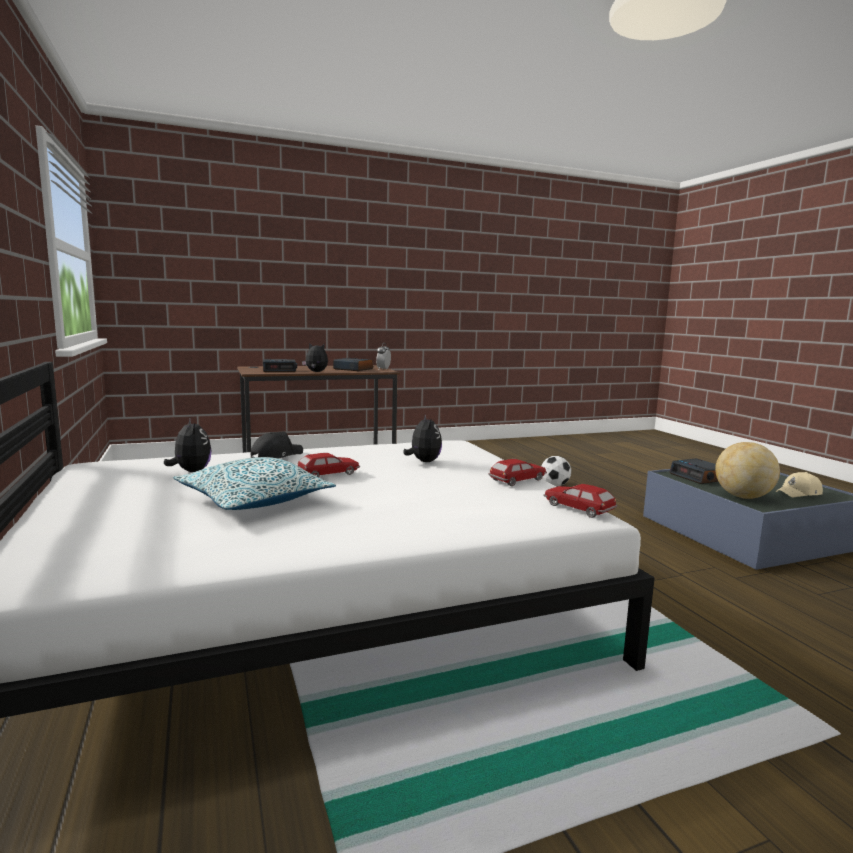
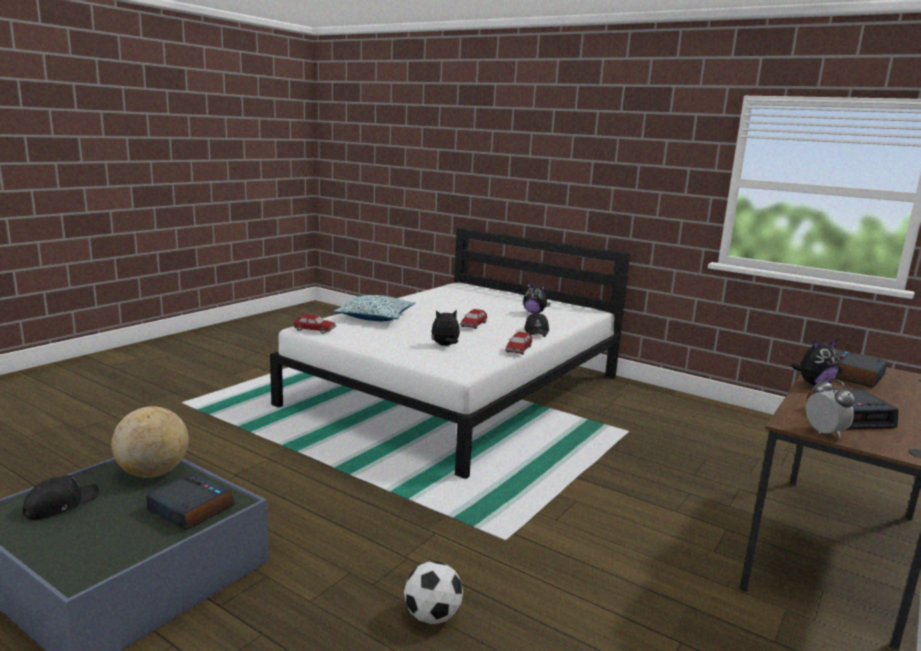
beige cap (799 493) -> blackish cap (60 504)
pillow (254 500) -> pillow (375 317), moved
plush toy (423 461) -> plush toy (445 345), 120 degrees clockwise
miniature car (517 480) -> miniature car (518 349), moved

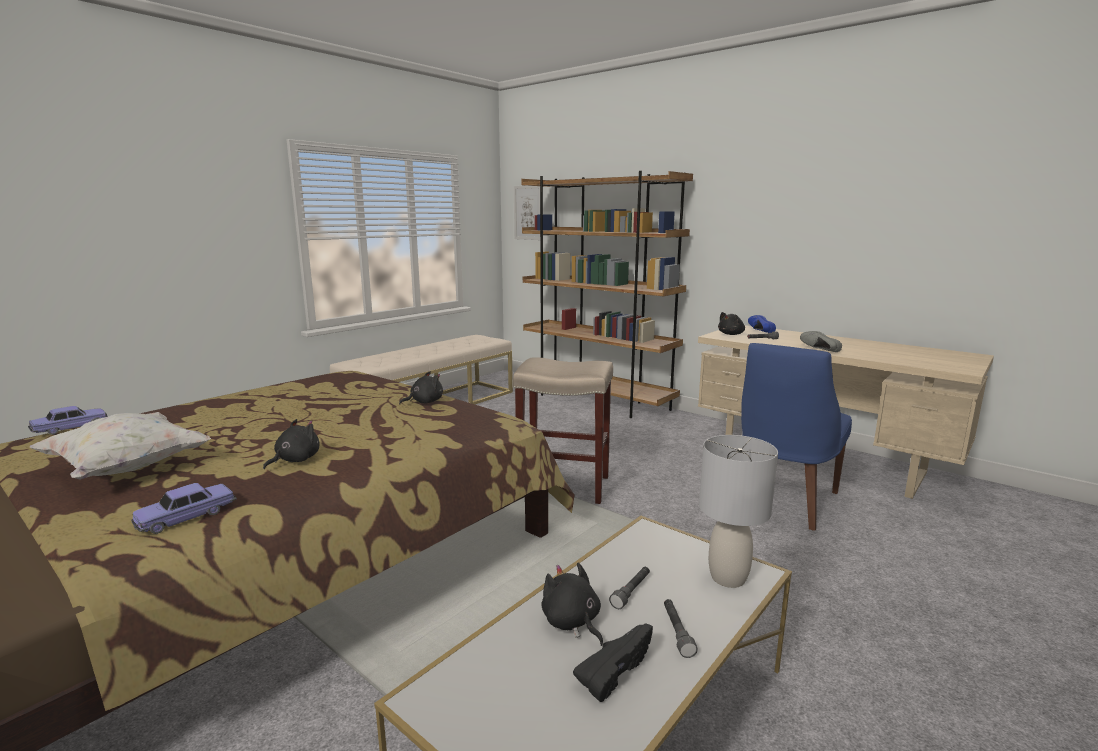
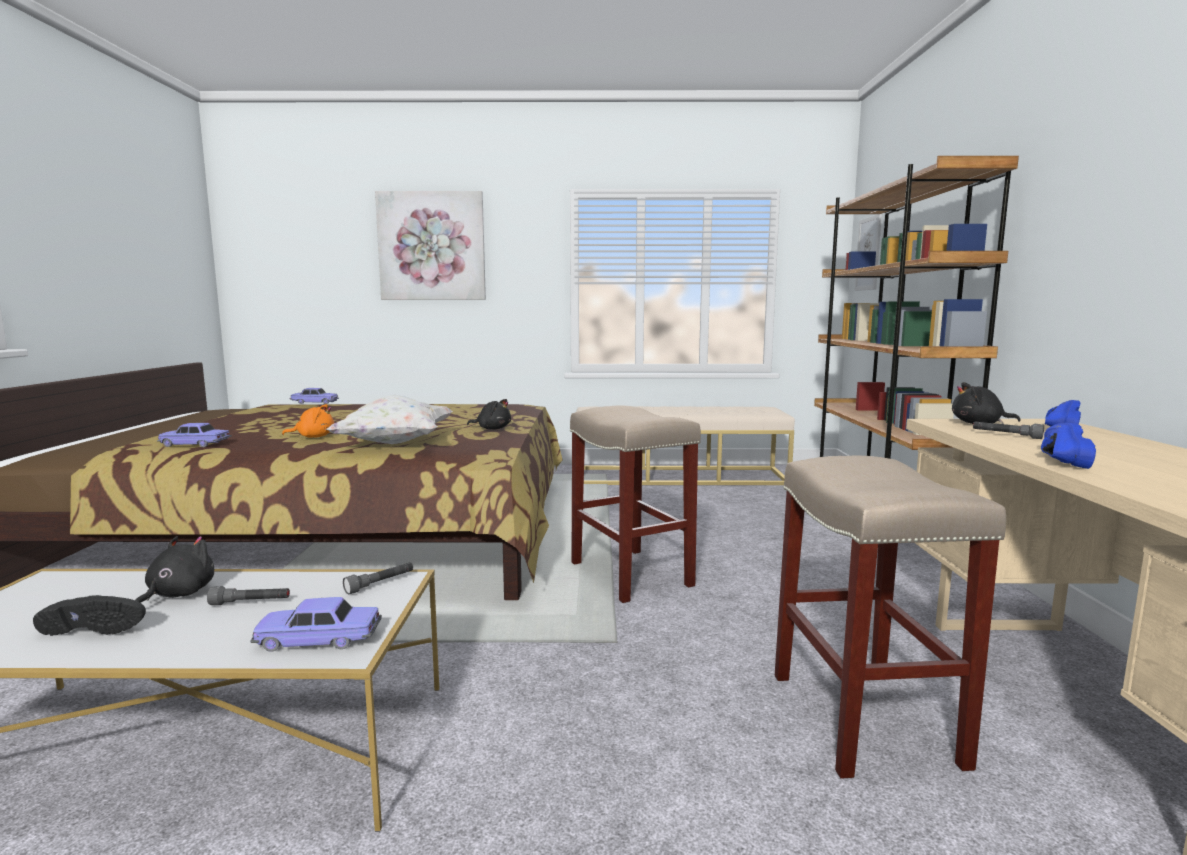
greyish tabletop lamp (728 578) -> miniature car (318 640)
blackish plush toy (295 460) -> orange-coloured plush toy (313 437)
white-coloured pillow (129 468) -> white-coloured pillow (395 443), moved
greyish hand torch (677 632) -> greyish hand torch (380 584), moved
none -> wall art (432 246)
blue plain chair (782 502) -> beige stool seat (860 716)
greyish shoe (817 349) -> blue shoe (1056 459)

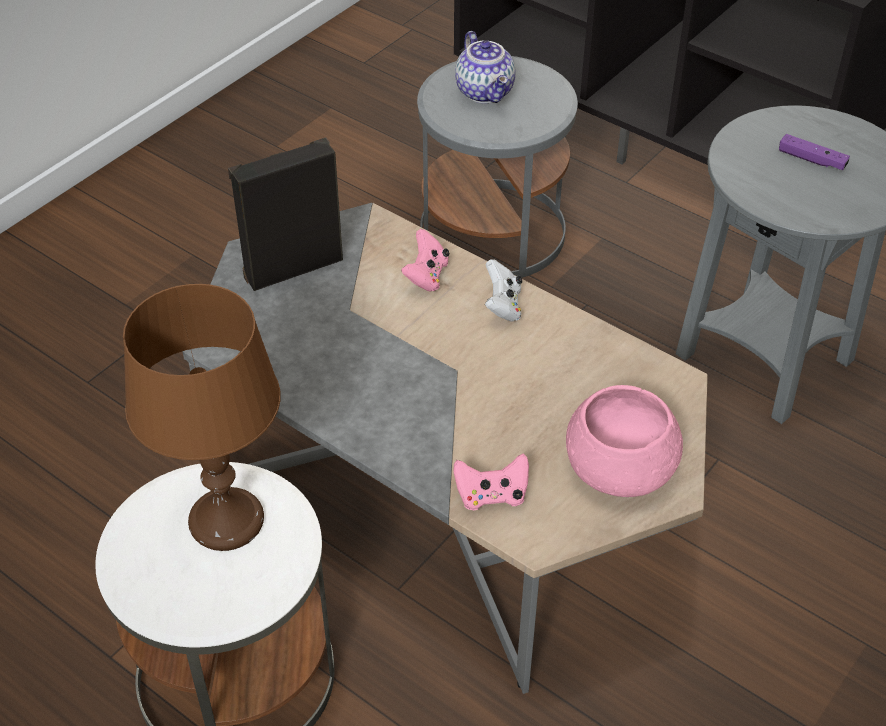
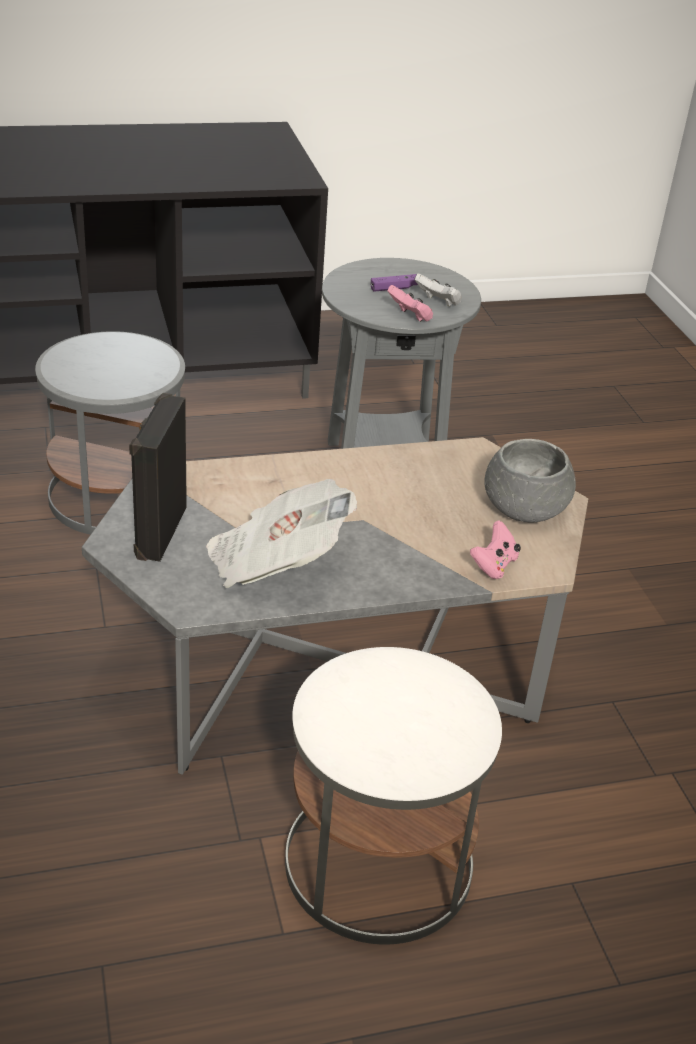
none -> printed paper (276 563)
pink gamepad (426 276) -> pink gamepad (410 317), moved
white-coloured gamepad (503 306) -> white-coloured gamepad (438 302), moved
pink serving bowl (620 469) -> greyish serving bowl (526 507)
brownish tabletop lamp (225 521) -> none
tea pot (486 92) -> none

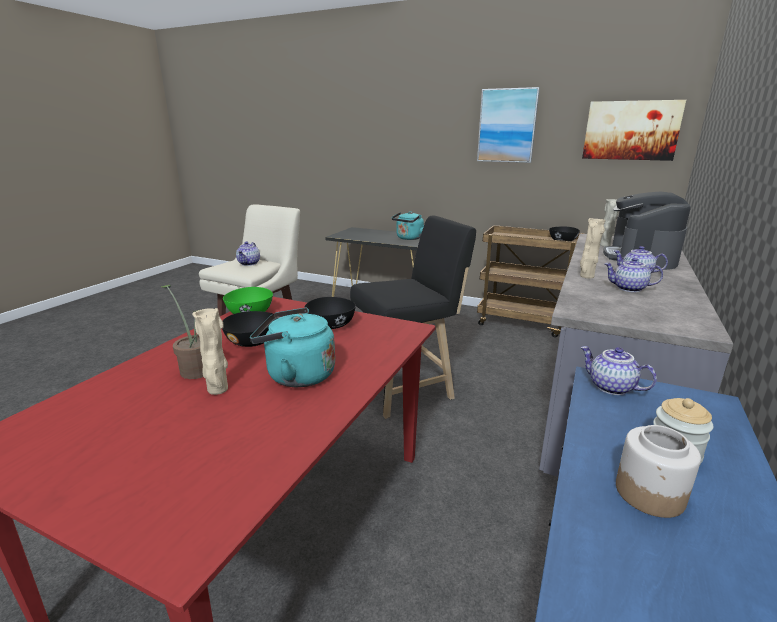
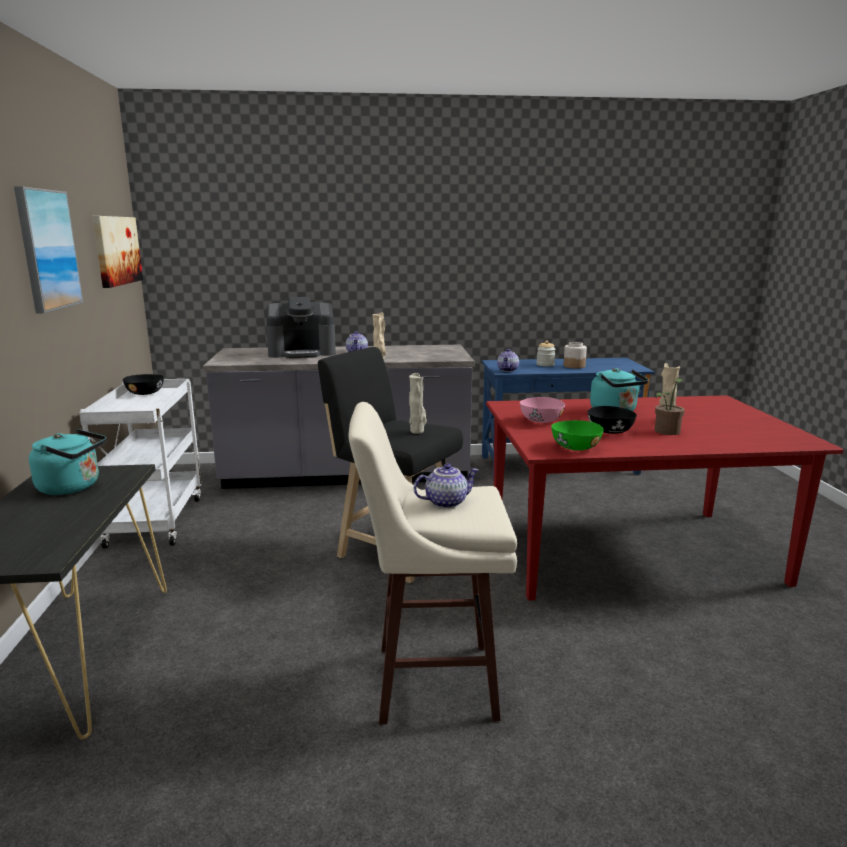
brownish wheeled cart (524 323) -> white-coloured wheeled cart (155 520)
beige vase (605 245) -> beige vase (417 432), moved
blackish serving bowl (331 325) -> pink serving bowl (541 420)
tea pot (628 289) -> none

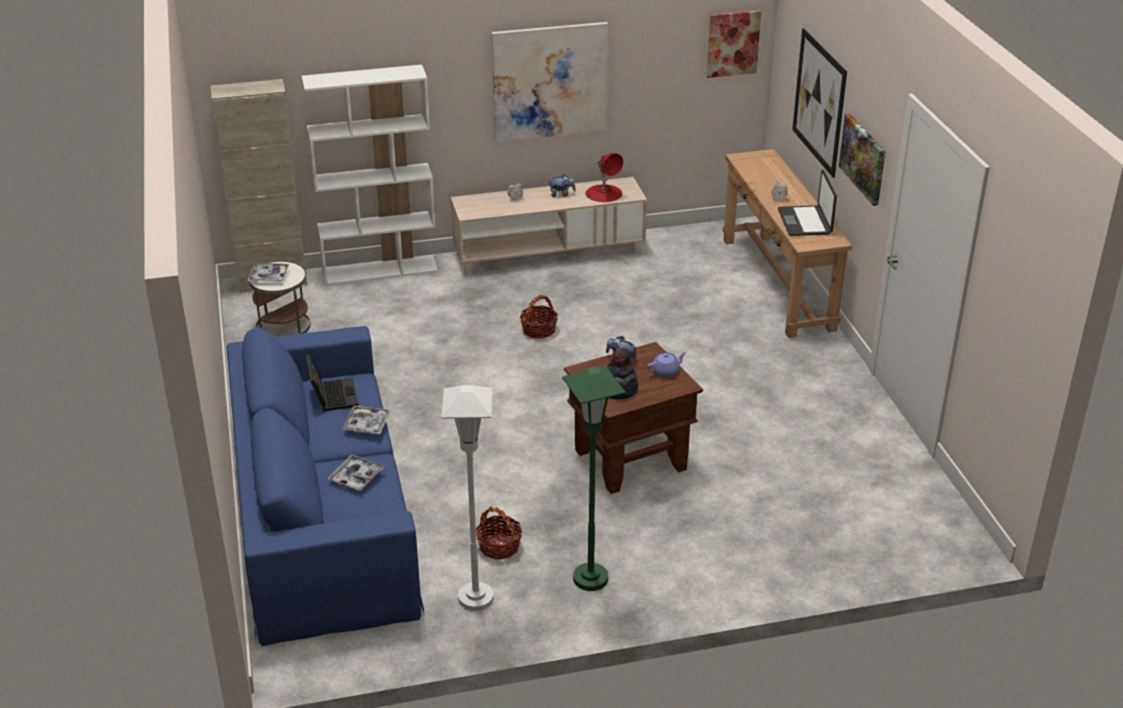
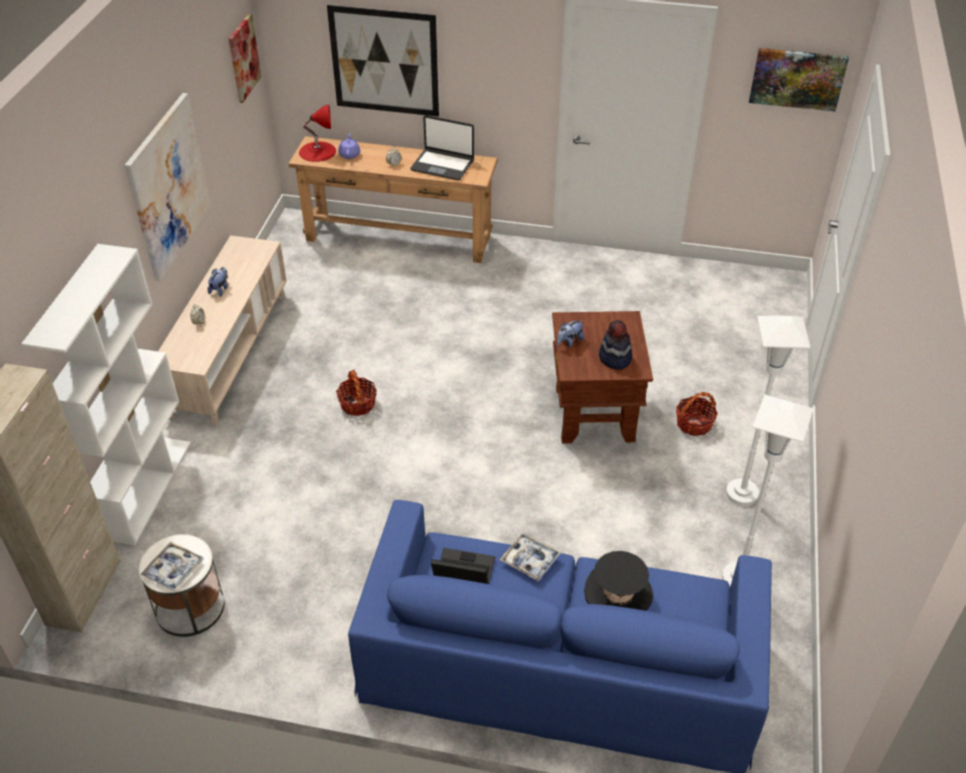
red tabletop lamp (604 193) -> red tabletop lamp (317 151), moved
purple tea pot (666 371) -> purple tea pot (349 154), moved
carrying tray (356 477) -> blackish hat (618 593)
household basket (499 546) -> household basket (694 424), moved
green-coloured standard lamp (590 579) -> white-coloured standard lamp (741 494)
wall art (863 158) -> wall art (797 78), moved

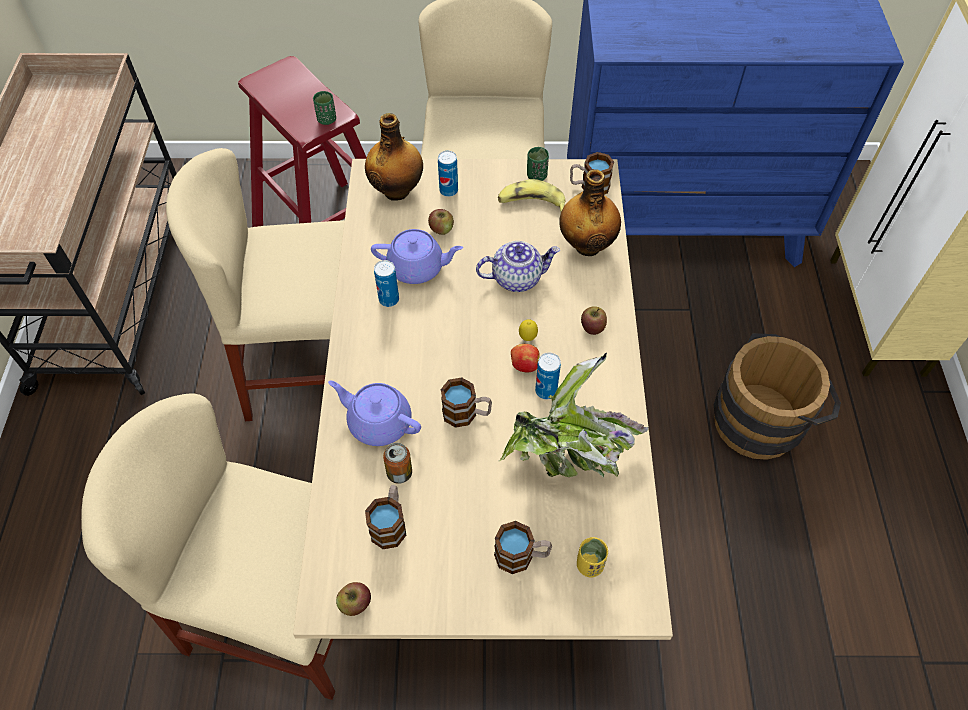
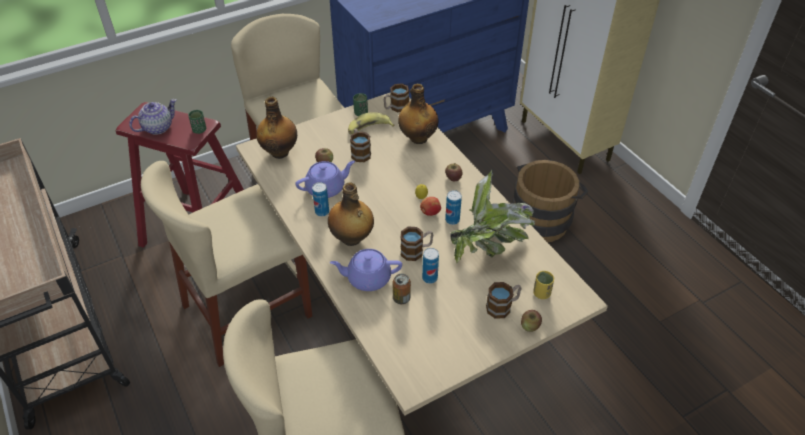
tea pot (517 278) -> tea pot (158 127), moved
none -> bottle (351 238)
coffee mug (390 523) -> coffee mug (359 152), moved
metal can (448 191) -> metal can (429 278), moved
apple (355 603) -> apple (530 326), moved

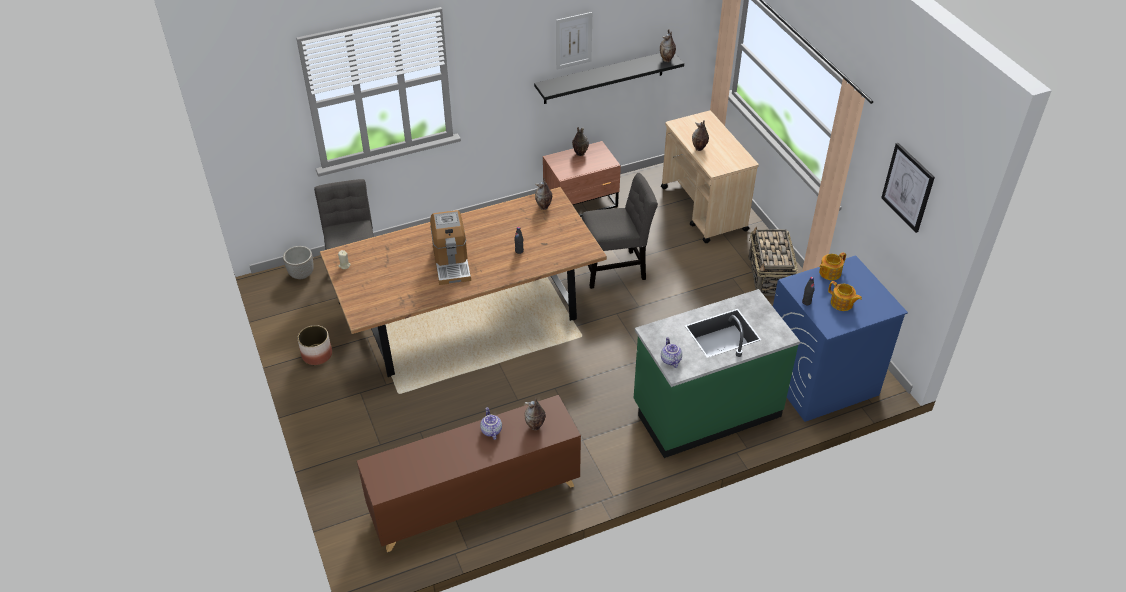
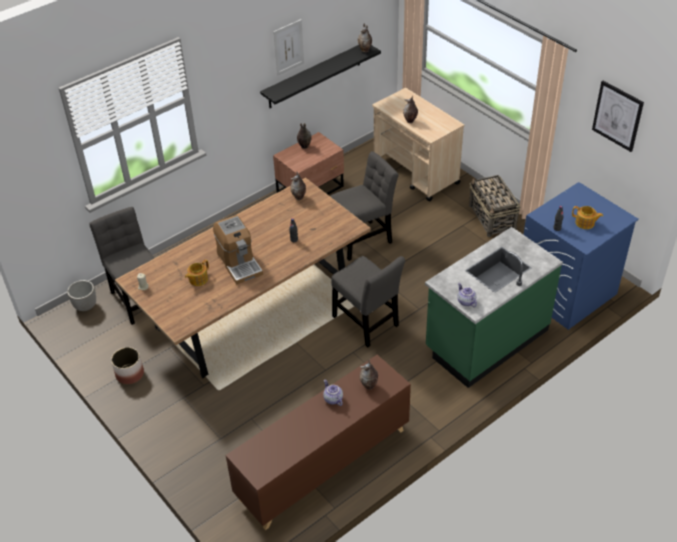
tea pot (829 273) -> tea pot (198 279), moved
none -> greyish plain chair (367 323)

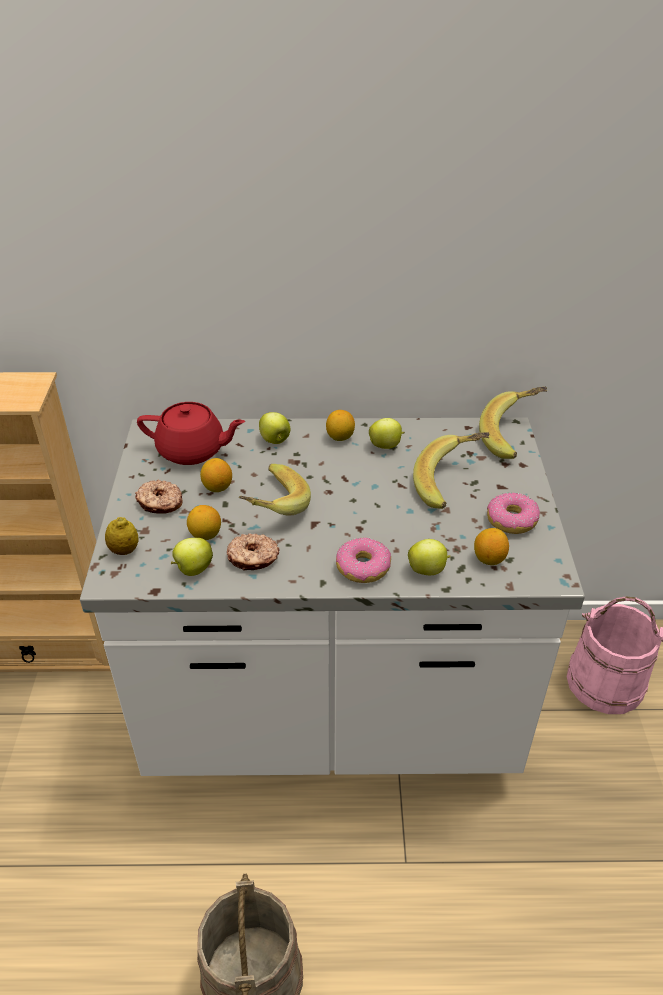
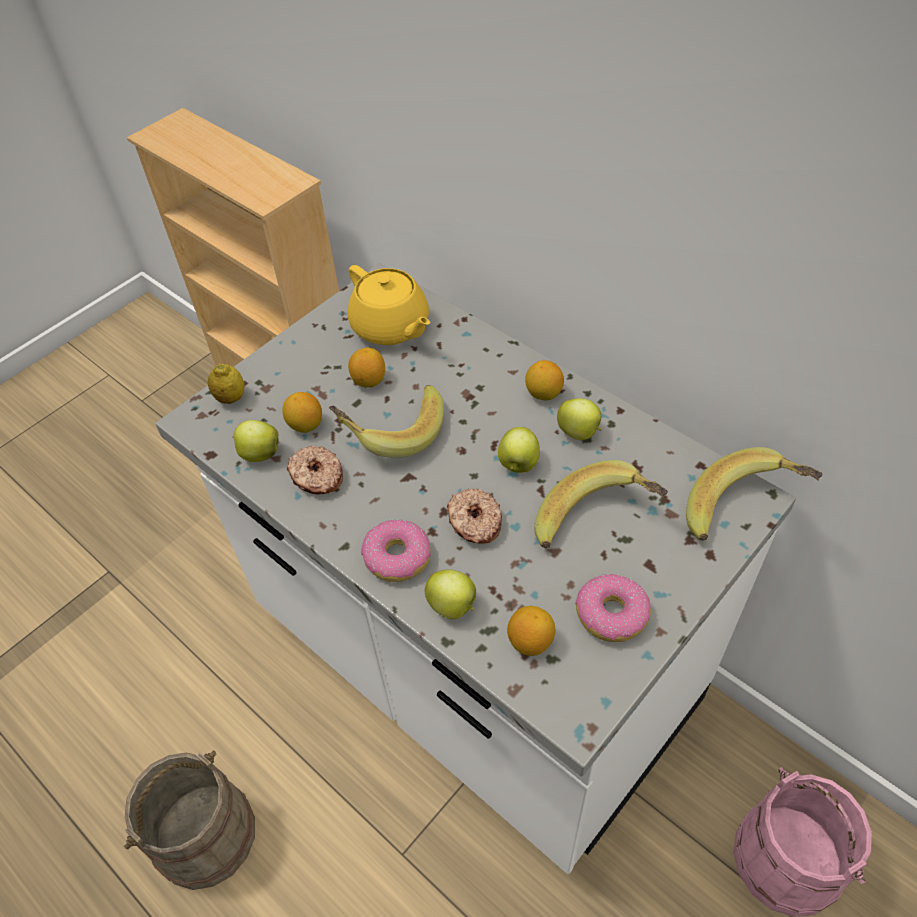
red tea pot (192 451) -> yellow tea pot (391 327)
donut (160 503) -> donut (474 522), moved
apple (275 440) -> apple (518 464), moved

